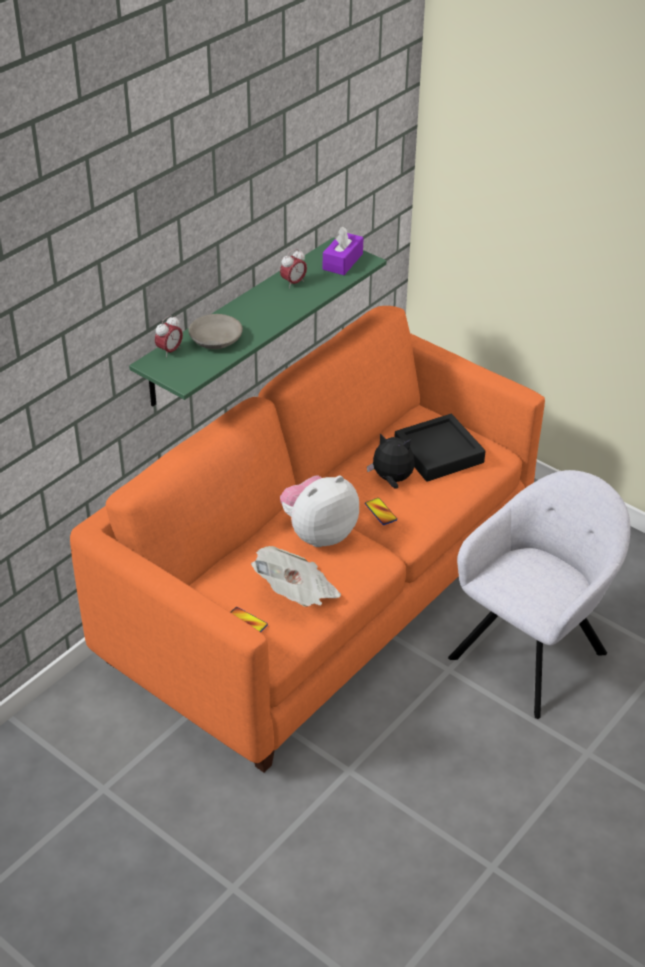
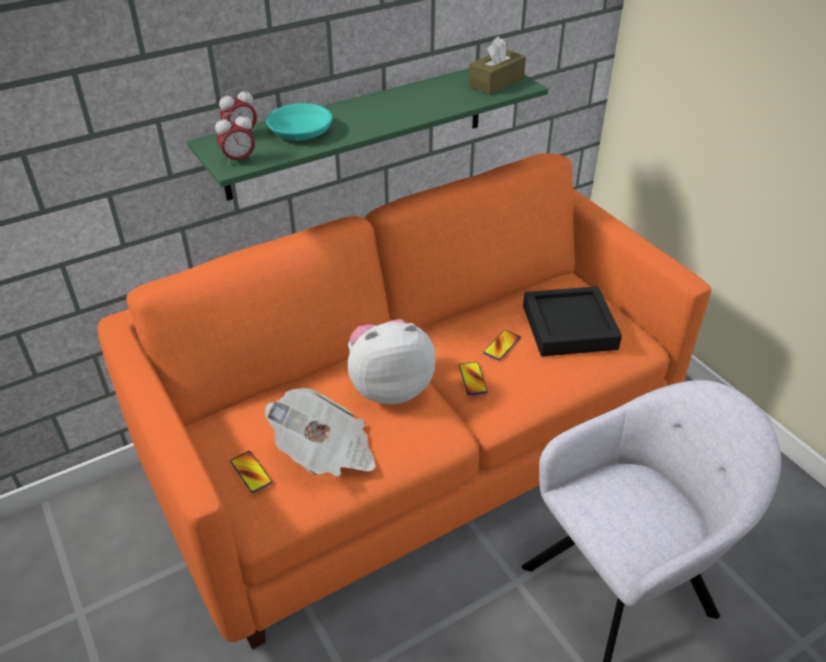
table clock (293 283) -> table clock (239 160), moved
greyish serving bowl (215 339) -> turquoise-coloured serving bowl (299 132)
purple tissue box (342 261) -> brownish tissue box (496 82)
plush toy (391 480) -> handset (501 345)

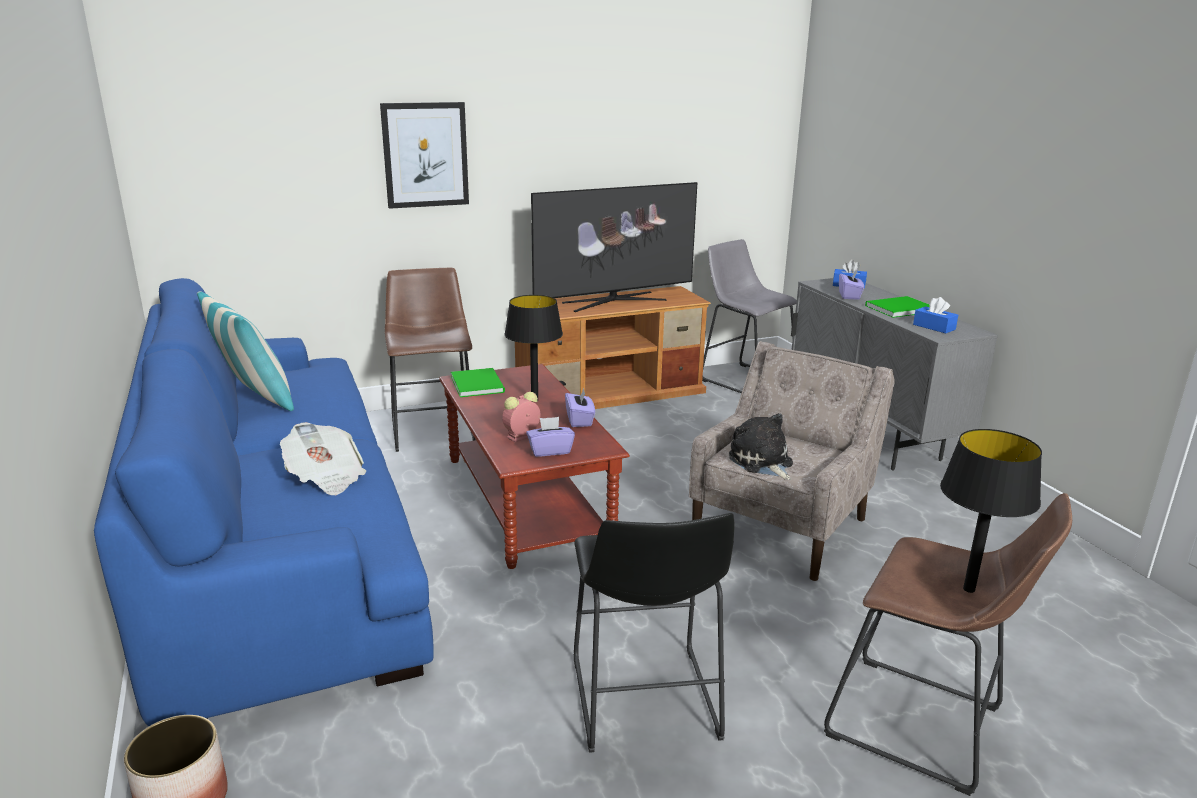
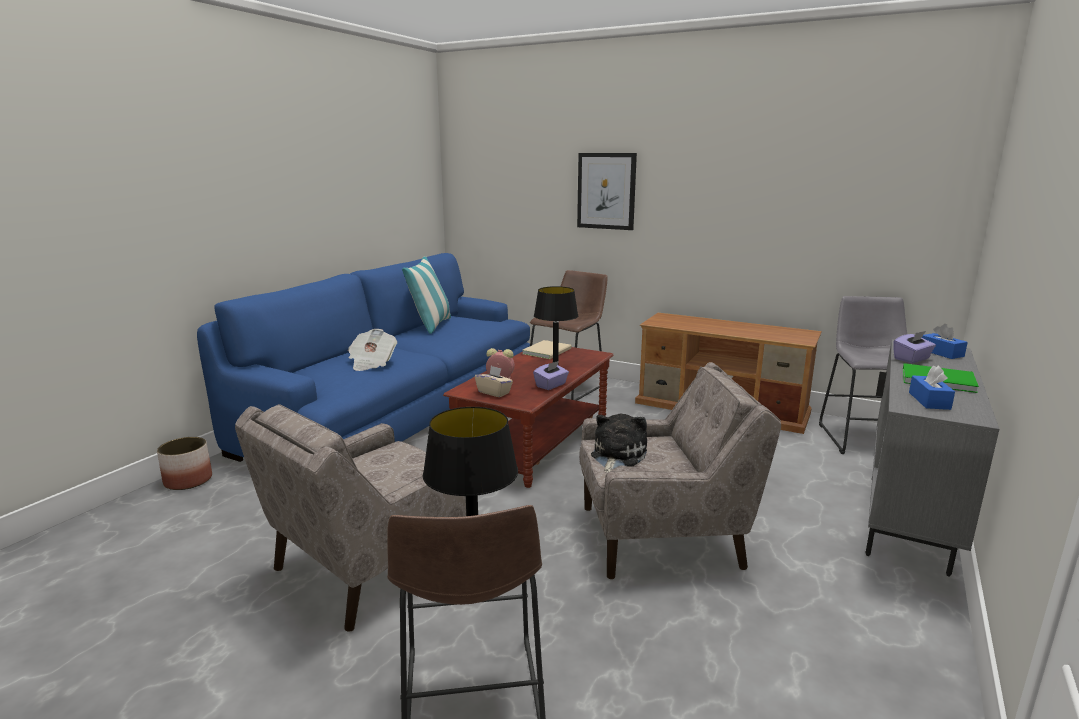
blackish stool seat (644 705) -> beige armchair (369 566)
purple tissue box (550 451) -> beige tissue box (494 392)
green-coloured bound book (478 383) -> beige bound book (548 351)
TV set (613 301) -> none

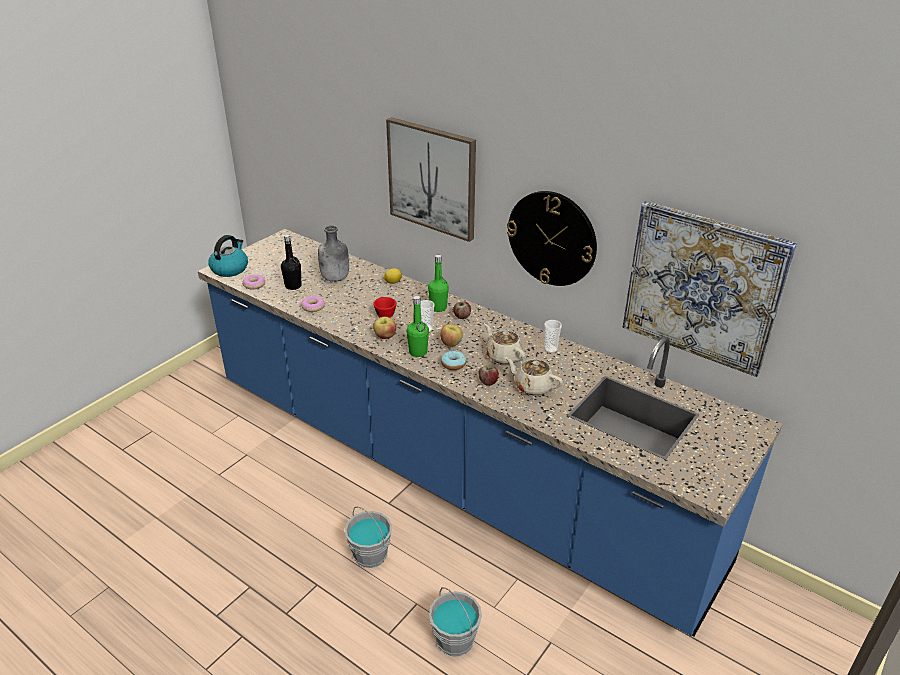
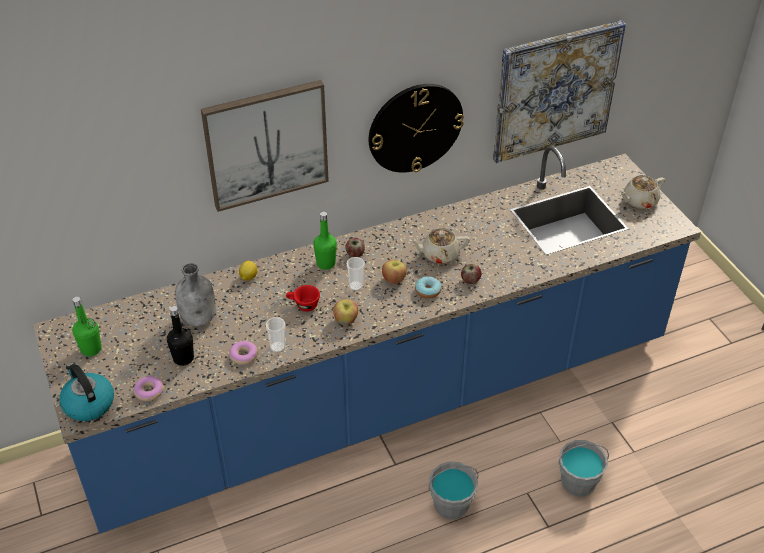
green-coloured bottle (418 352) -> green-coloured bottle (91 349), moved
cup (550 349) -> cup (277 347), moved
beige tea pot (532 386) -> beige tea pot (639 201), moved

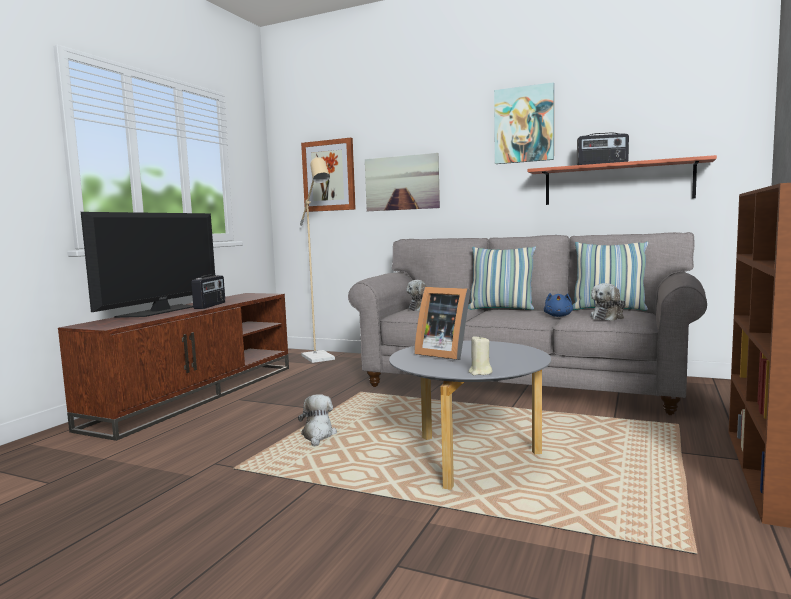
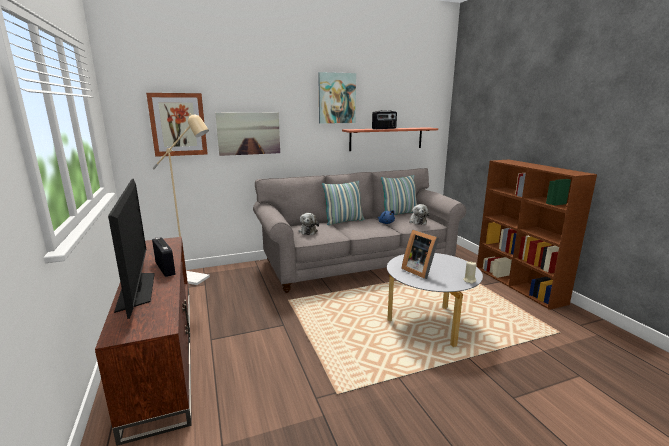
photo frame (444 354) -> photo frame (419 271), 60 degrees clockwise
plush toy (318 435) -> none

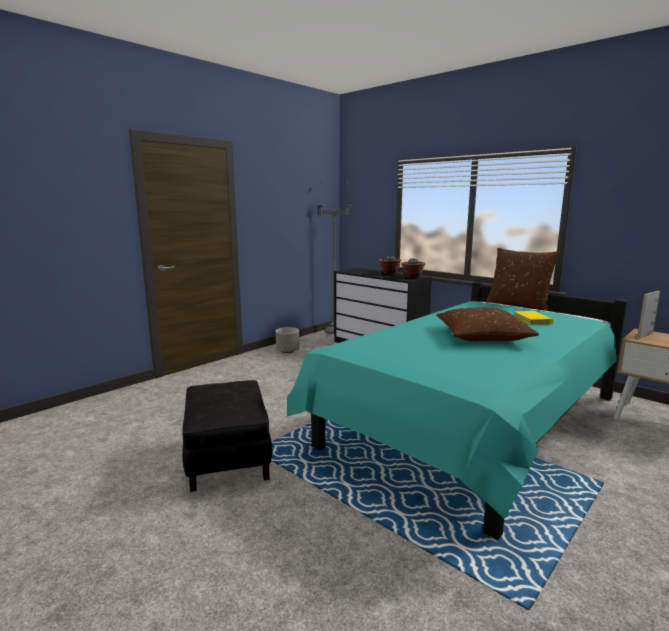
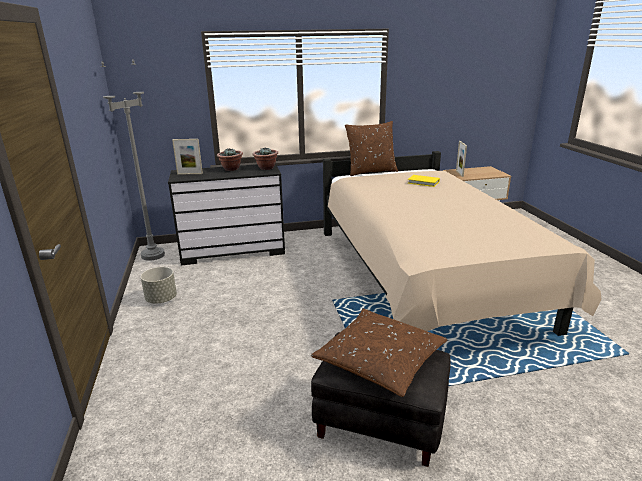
none -> photo frame (189 174)
brownish pillow (482 336) -> brownish pillow (380 360), moved
turquoise-coloured sleeping bed (472 424) -> beige sleeping bed (424 279)

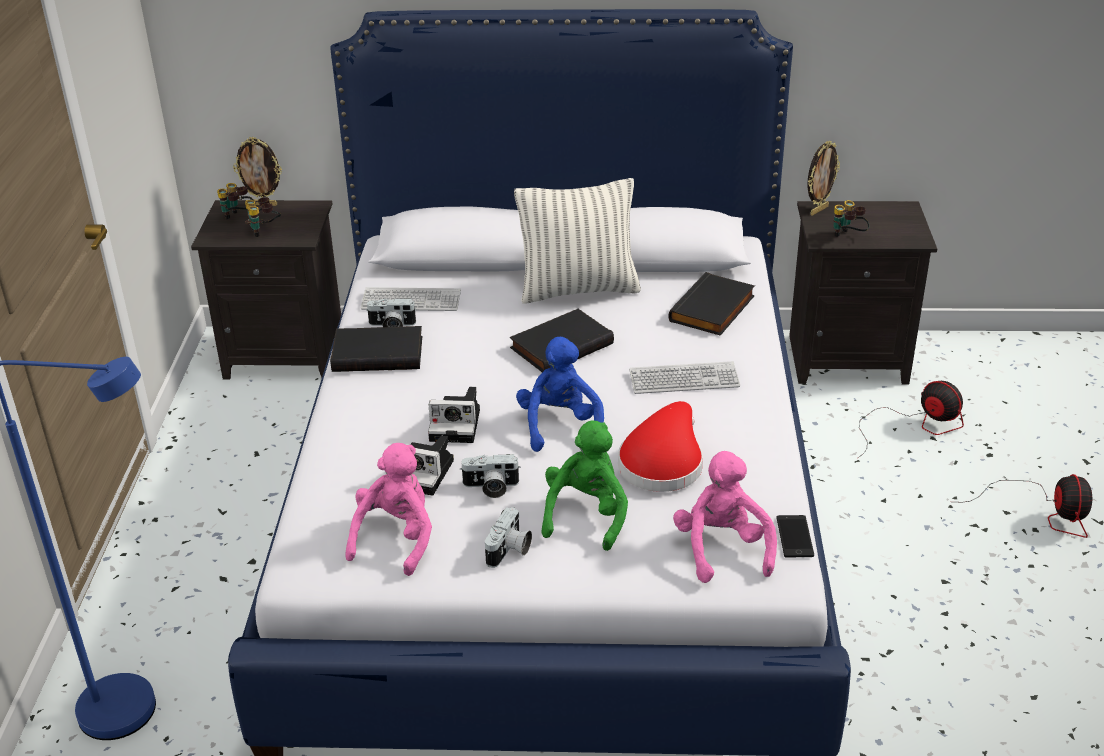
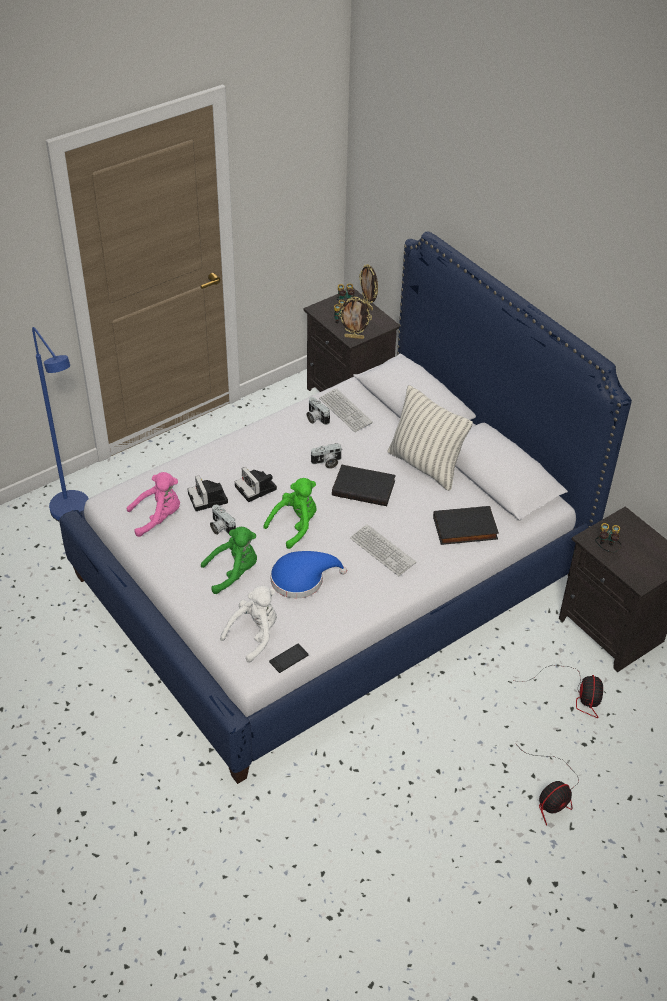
pink plush toy (722 549) -> white-coloured plush toy (254 635)
blue plush toy (560 426) -> green-coloured plush toy (295 526)
red hat (662 462) -> blue hat (301 579)
photo camera (509 551) -> photo camera (327 462), moved
photo frame (818 210) -> photo frame (354 337), moved
blackish bound book (378 353) -> none

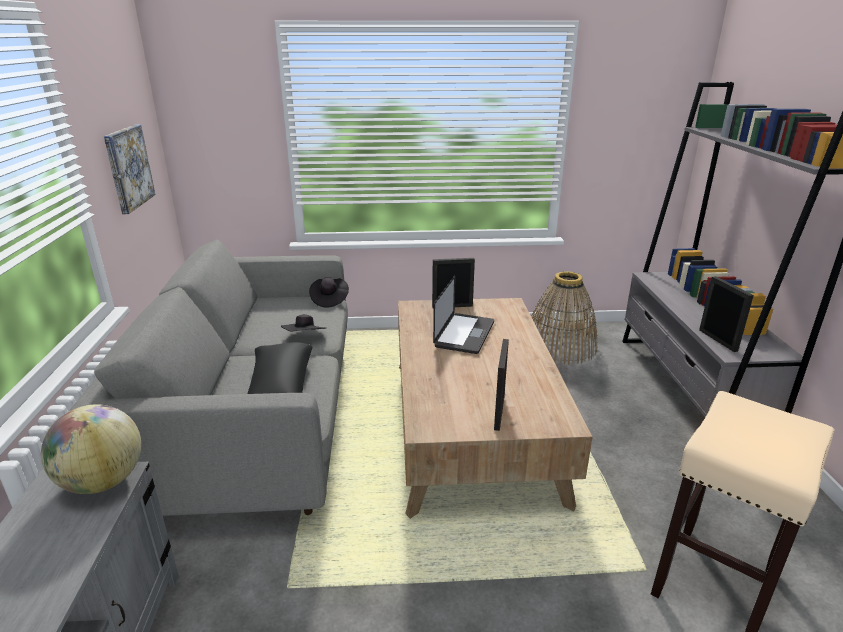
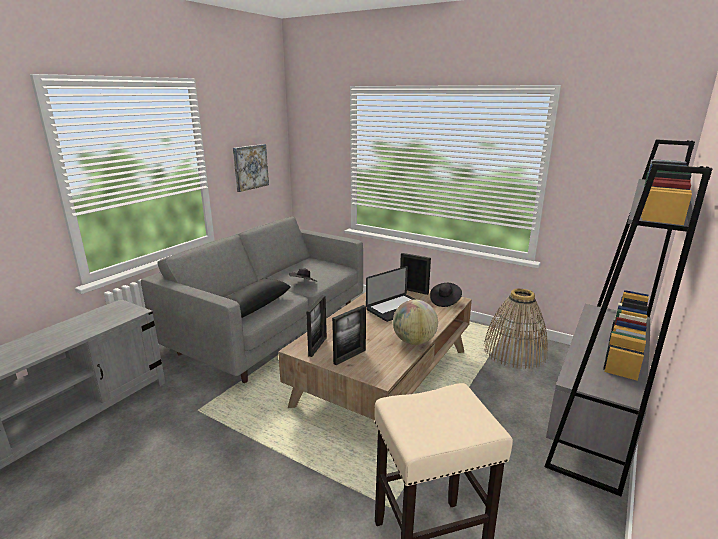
photo frame (717 340) -> photo frame (317 346), moved
world globe (103 481) -> world globe (414 341), moved
blackish hat (329 300) -> blackish hat (445 301), moved

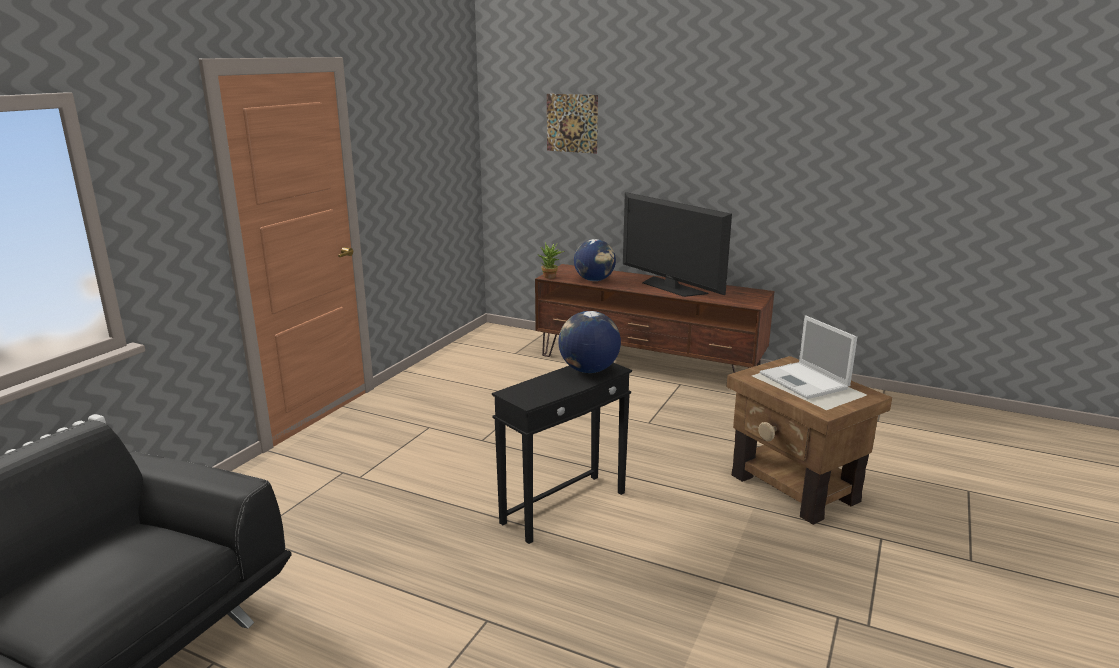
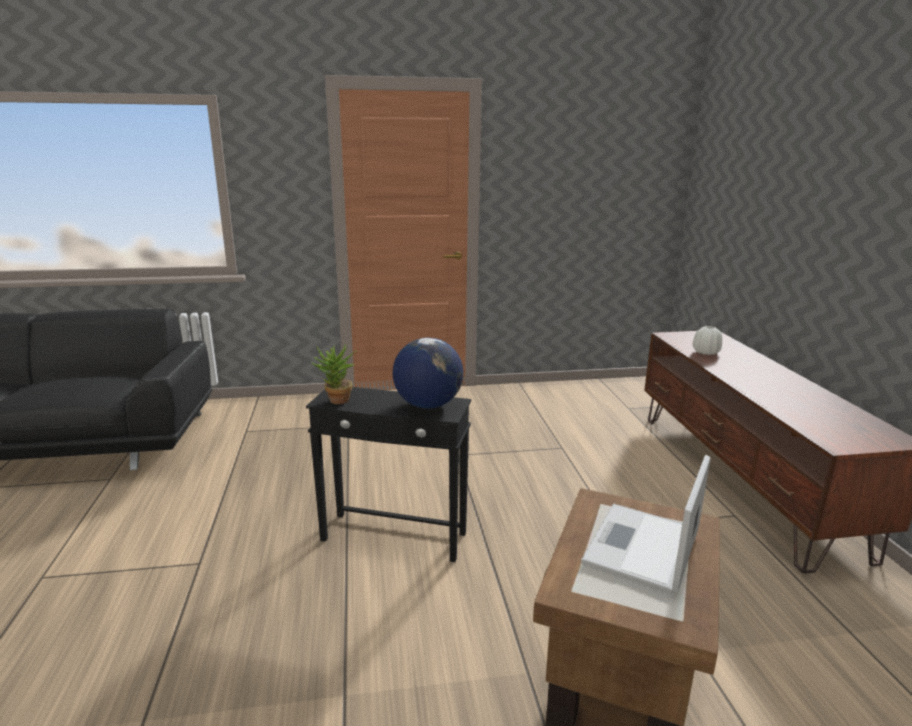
houseplant (550 277) -> houseplant (336 402), moved
world globe (594 280) -> white-coloured vase (706 352)
wall art (572 123) -> none
TV set (671 287) -> none

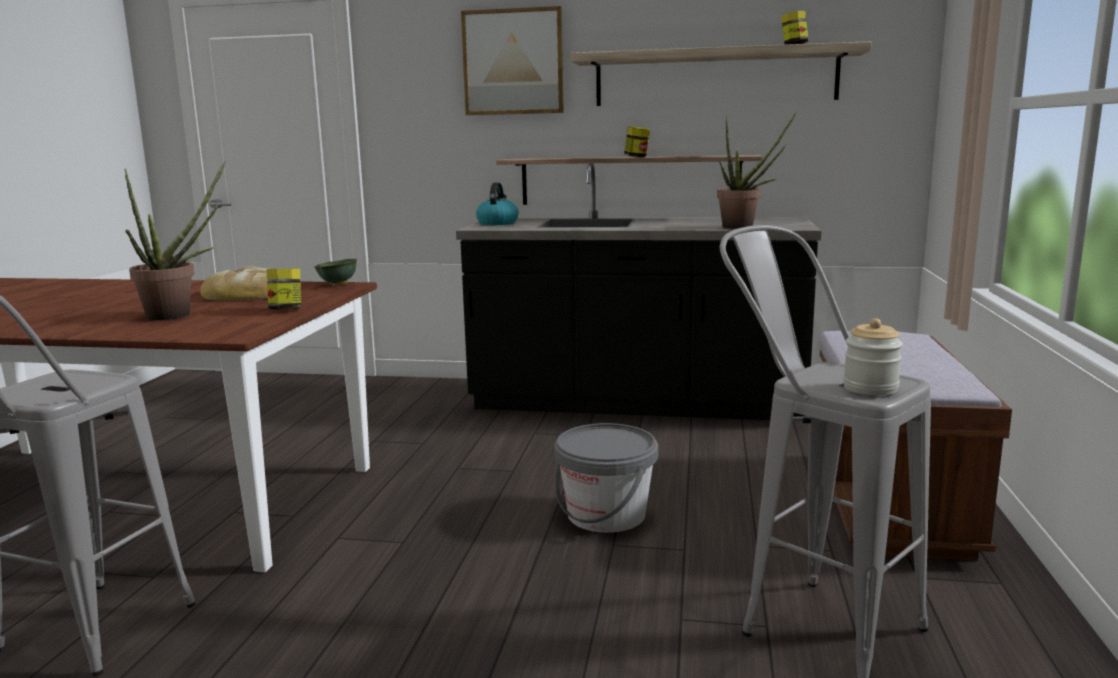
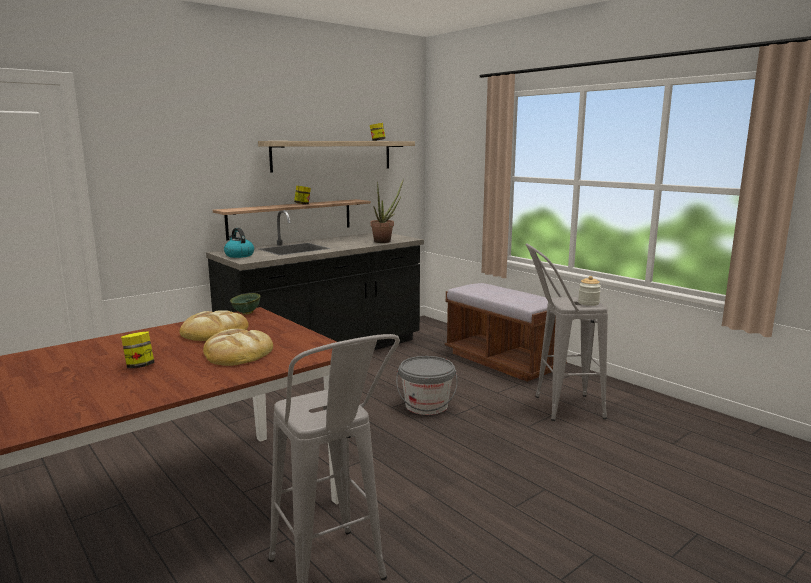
preserve jar (286 310) -> preserve jar (140 366), moved
houseplant (179 314) -> bread (238 353)
wall art (513 62) -> none

